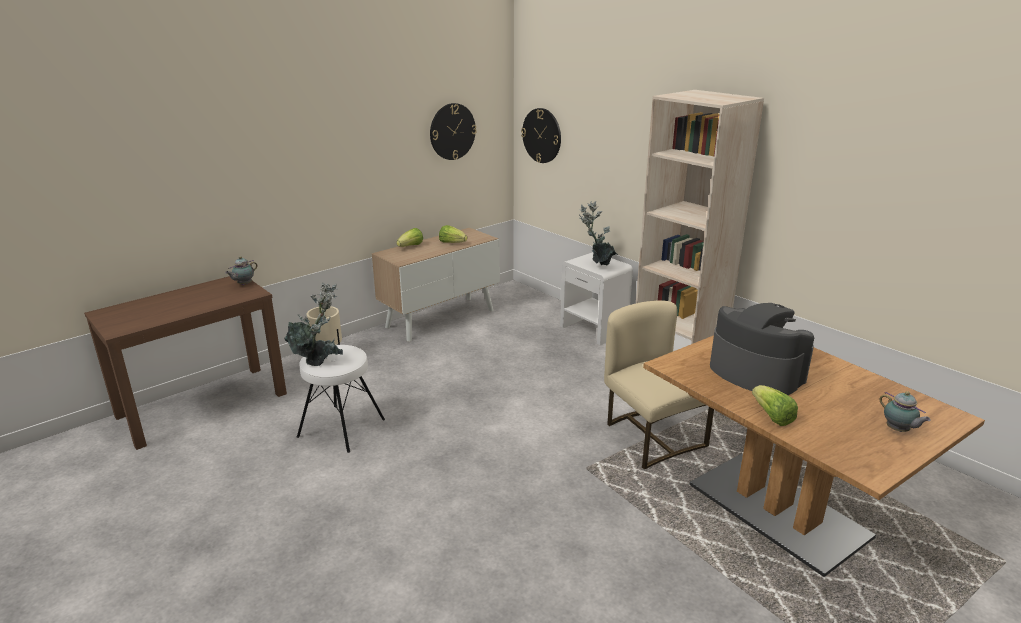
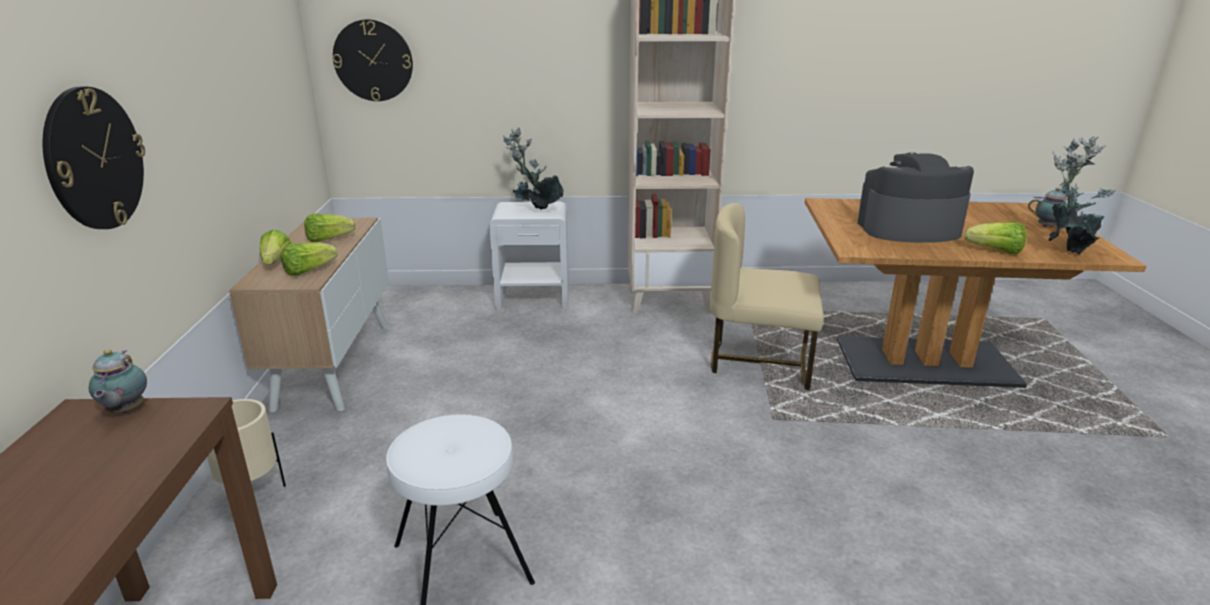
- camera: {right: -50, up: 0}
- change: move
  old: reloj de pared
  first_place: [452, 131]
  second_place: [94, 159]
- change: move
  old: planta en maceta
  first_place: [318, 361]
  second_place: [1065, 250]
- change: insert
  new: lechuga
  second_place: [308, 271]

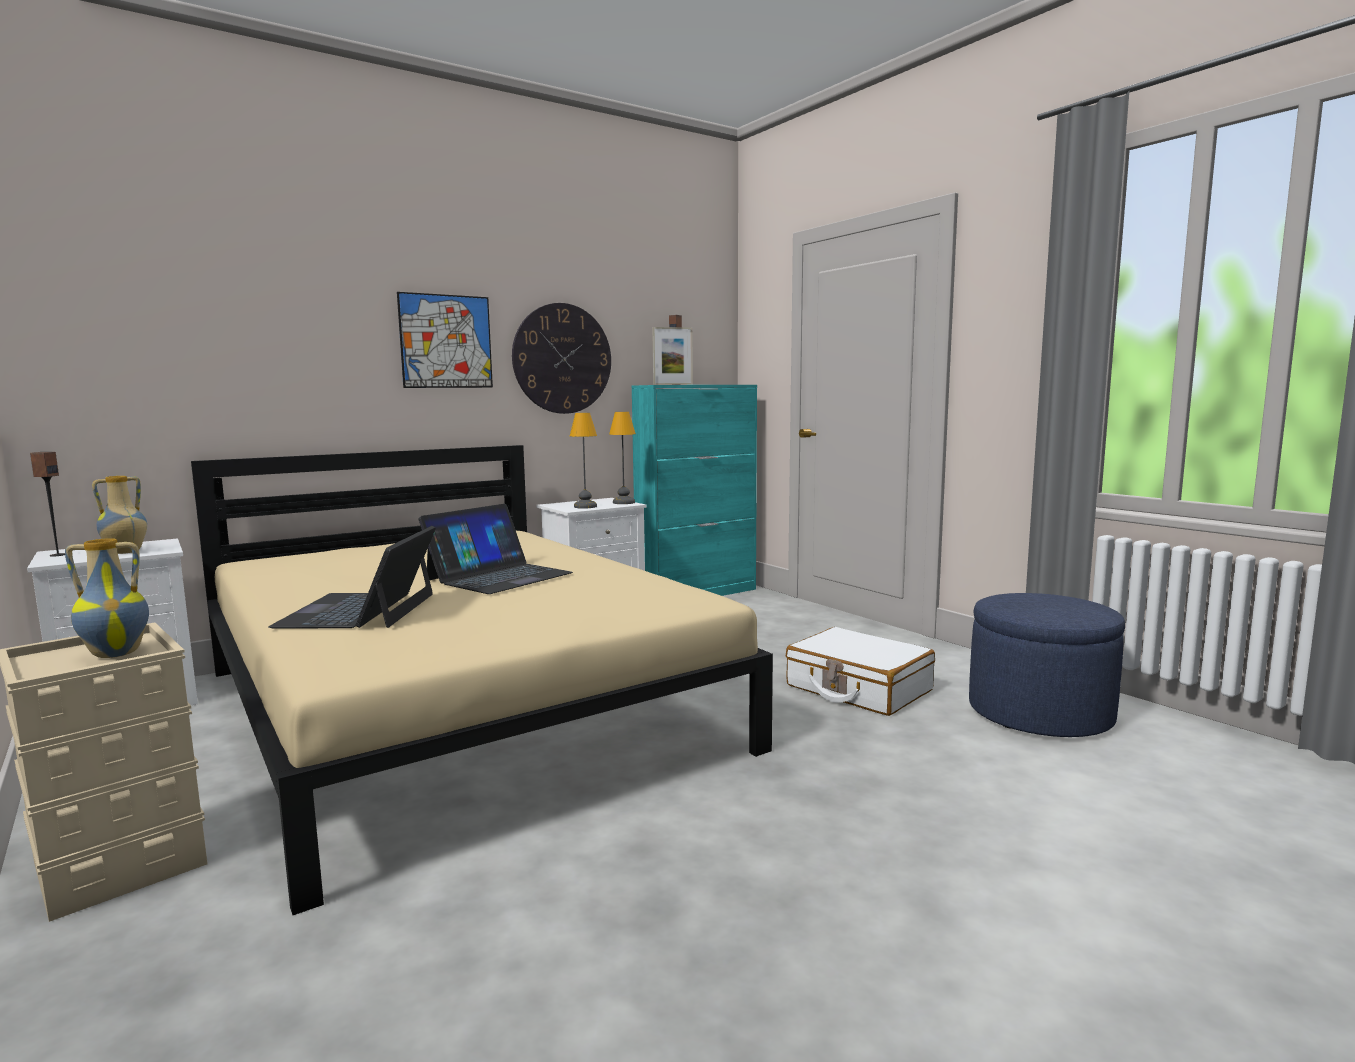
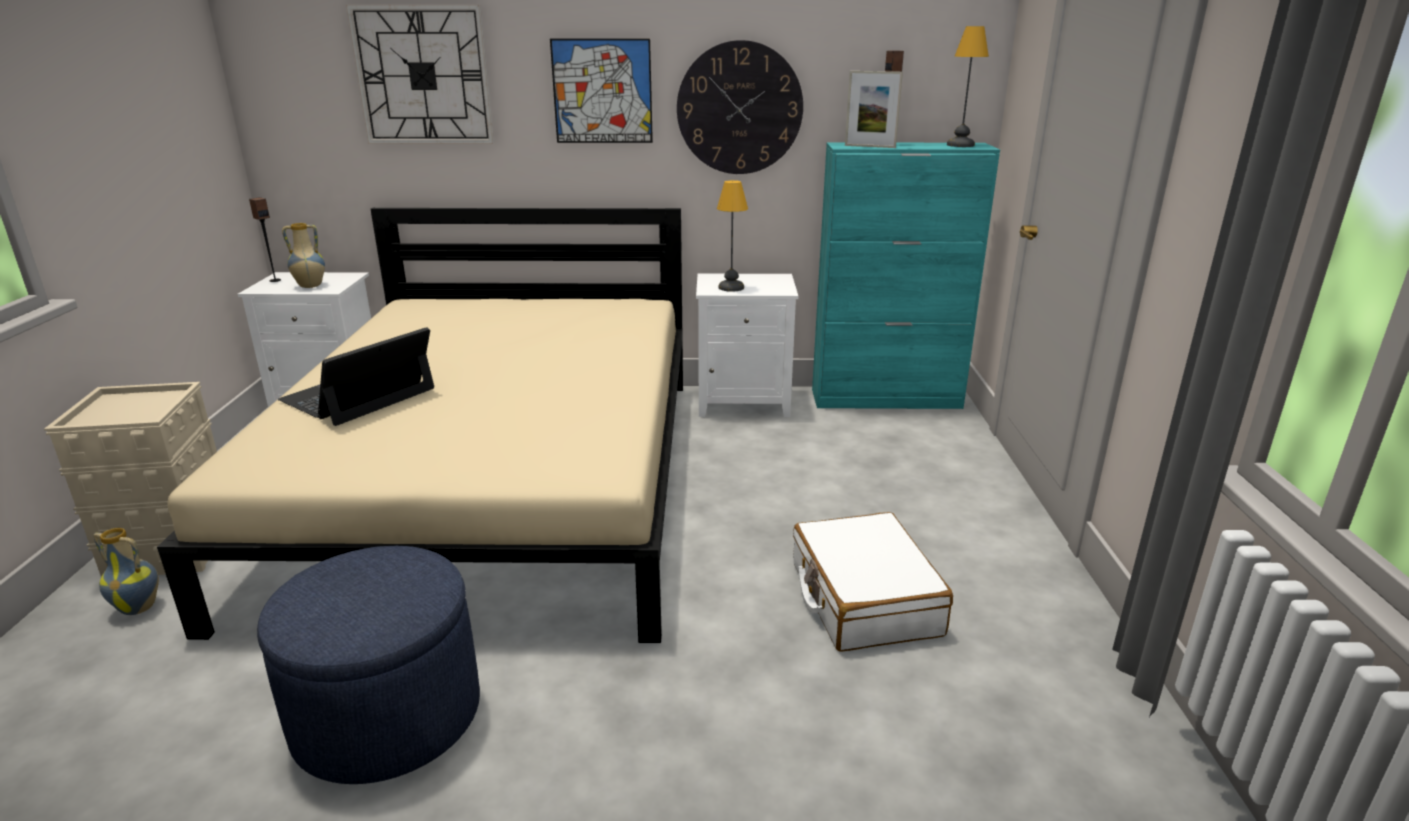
- camera: {right: 35, up: 15}
- change: move
  old: lámpara de mesa
  first_place: [623, 502]
  second_place: [959, 145]
- change: delete
  old: portátil
  first_place: [498, 576]
- change: move
  old: florero
  first_place: [117, 653]
  second_place: [140, 607]
- change: move
  old: puf [azul]
  first_place: [1039, 713]
  second_place: [388, 716]
- change: insert
  new: reloj de pared
  second_place: [423, 76]

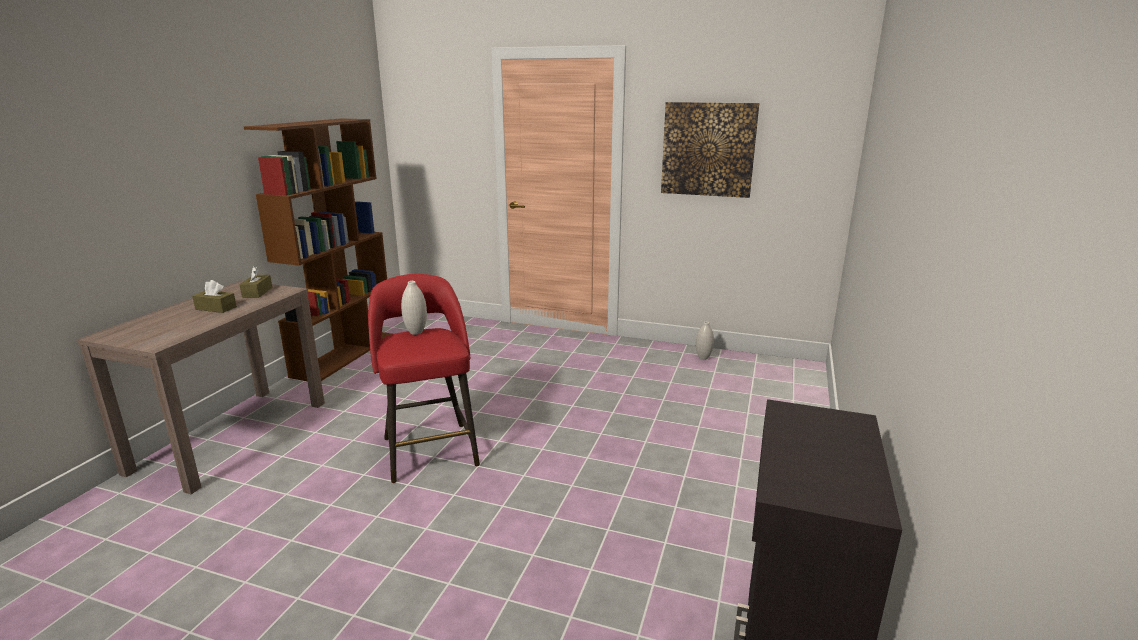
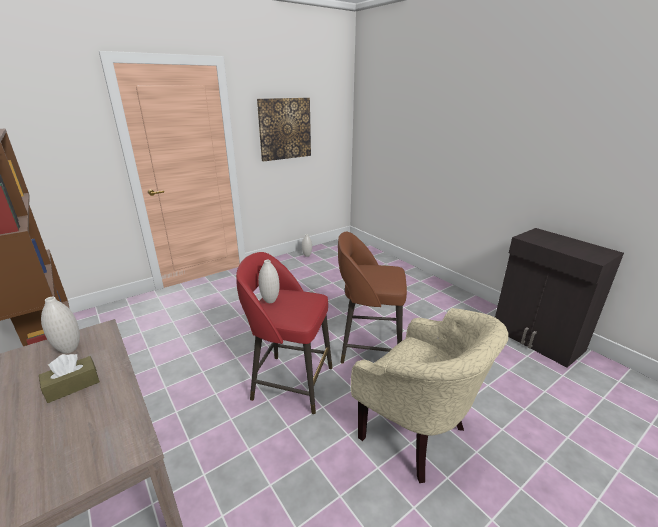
- camera: {right: -55, up: 5}
- change: replace
  old: caja de pañuelos [marrón]
  new: florero [blanco]
  first_place: [257, 292]
  second_place: [69, 349]
- change: insert
  new: taburete [marrón]
  second_place: [369, 346]
- change: insert
  new: sillón [beis]
  second_place: [418, 435]

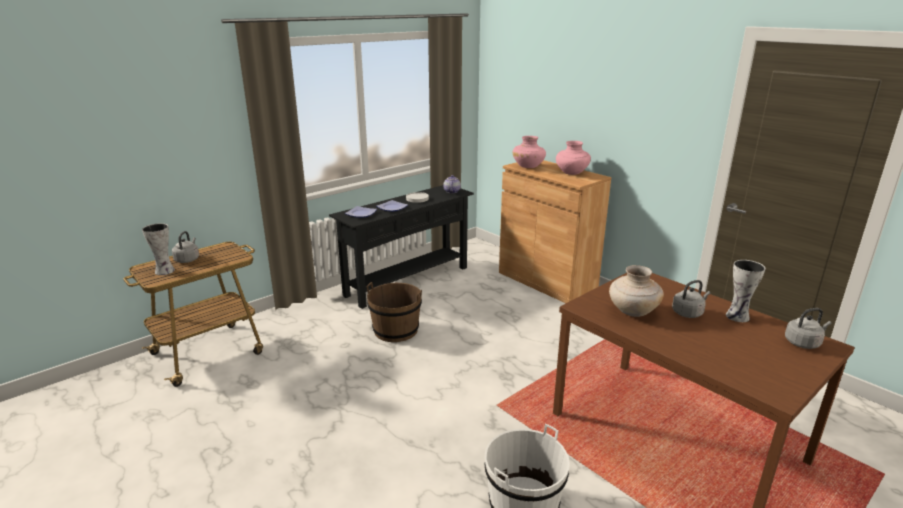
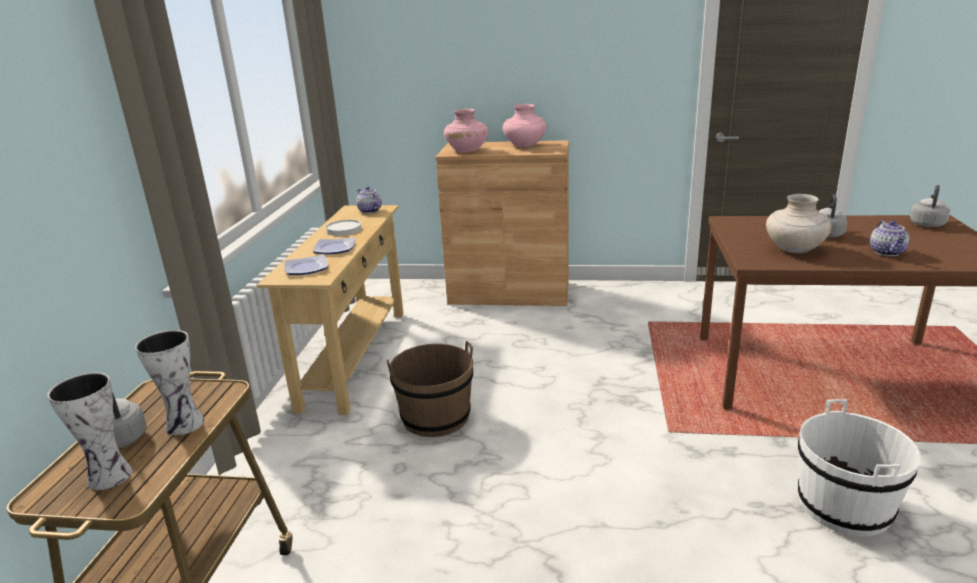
- camera: {right: -40, up: 0}
- change: recolor
  old: mesa consola [negro]
  new: mesa consola [beis]
  first_place: [407, 281]
  second_place: [354, 357]
- change: move
  old: florero
  first_place: [738, 316]
  second_place: [187, 423]
- change: insert
  new: tetera
  second_place: [888, 252]

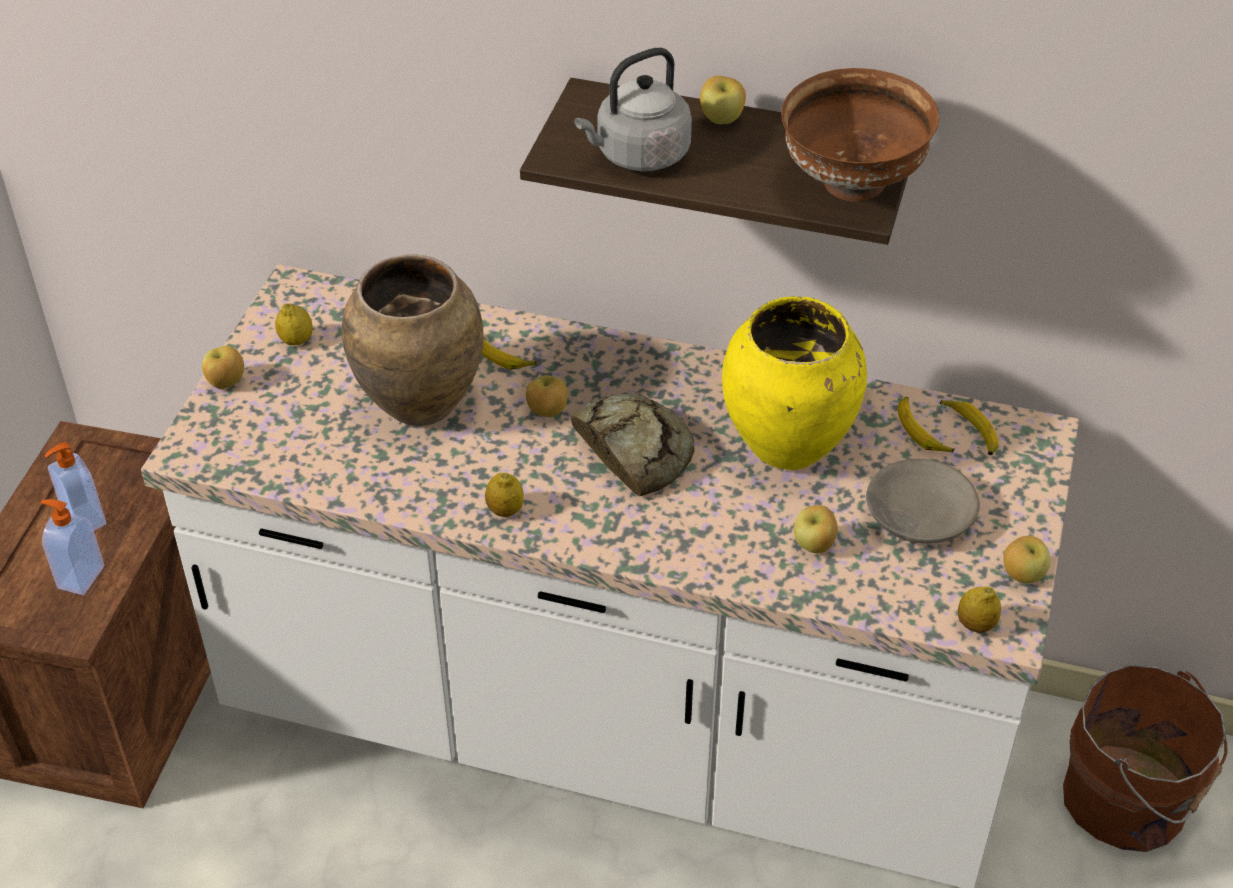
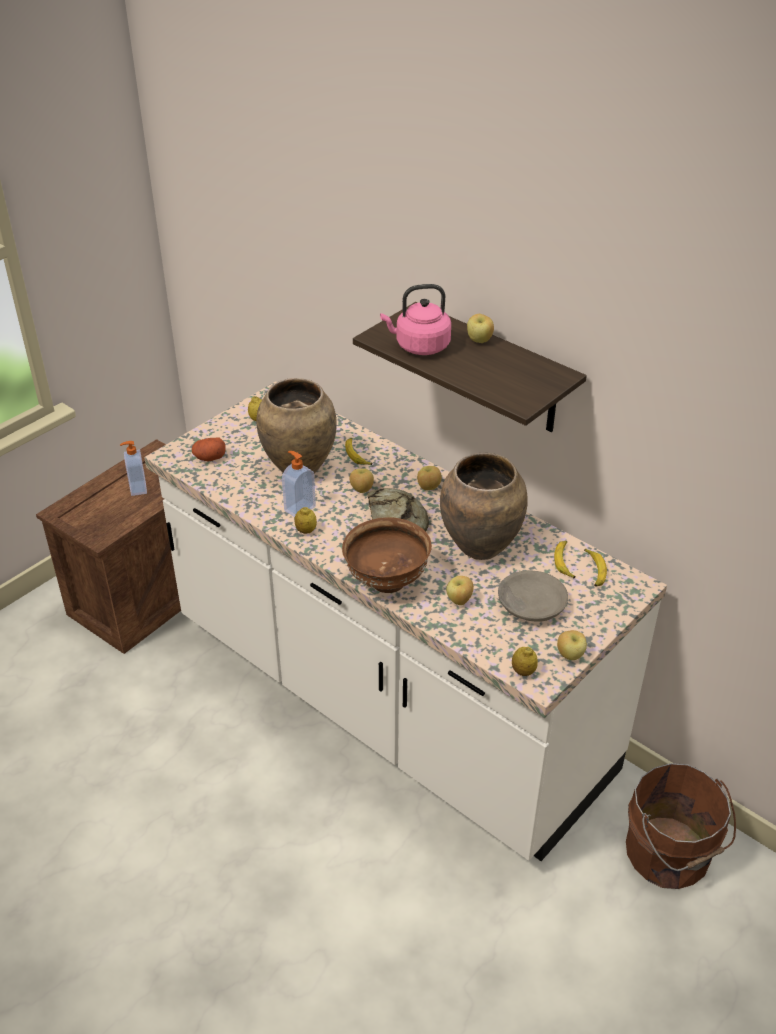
- camera: {right: 25, up: -5}
- change: recolor
  old: hervidor [gris]
  new: hervidor [rosa]
  first_place: [638, 156]
  second_place: [419, 346]
- change: move
  old: cuenco [marrón]
  first_place: [853, 186]
  second_place: [387, 582]
- change: recolor
  old: florero [amarillo]
  new: florero [marrón]
  first_place: [788, 446]
  second_place: [481, 546]
- change: move
  old: manzana
  first_place: [226, 383]
  second_place: [428, 488]
- change: move
  old: dispensador de jabón
  first_place: [79, 577]
  second_place: [299, 508]
- change: insert
  new: patata
  second_place: [209, 457]

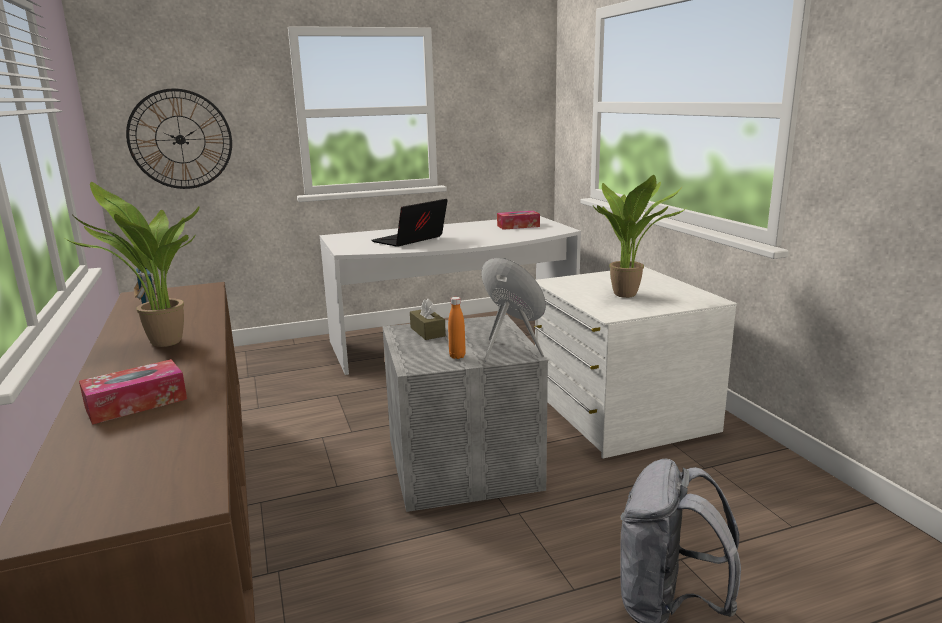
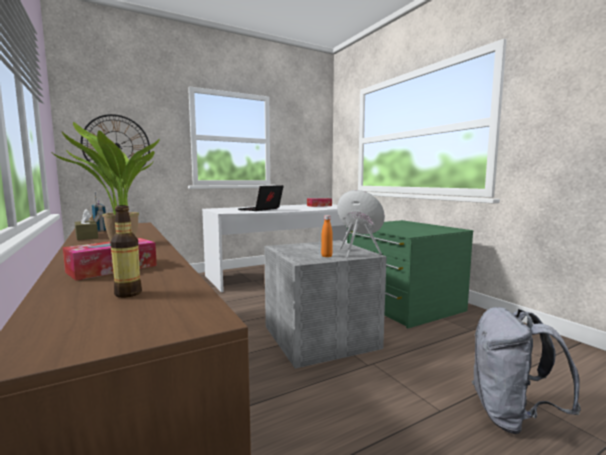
- camera: {right: -10, up: -10}
- change: delete
  old: planta en maceta
  first_place: [629, 295]
- change: recolor
  old: cómoda [blanco]
  new: cómoda [verde]
  first_place: [620, 412]
  second_place: [401, 304]
- change: move
  old: caja de pañuelos [marrón]
  first_place: [427, 332]
  second_place: [86, 237]
- change: insert
  new: botella
  second_place: [128, 294]

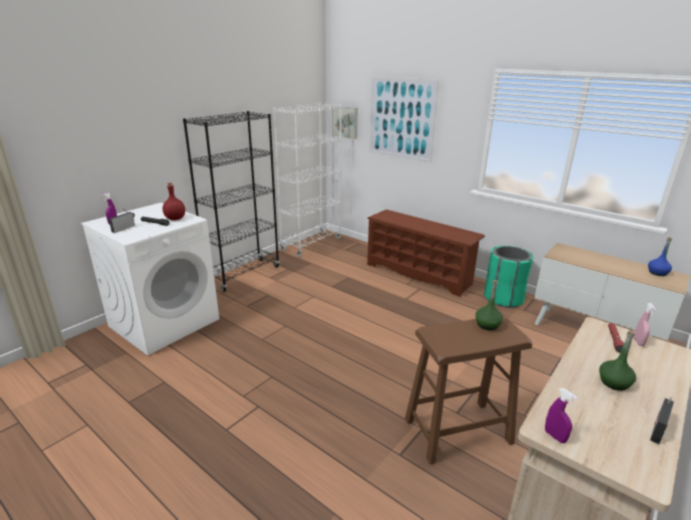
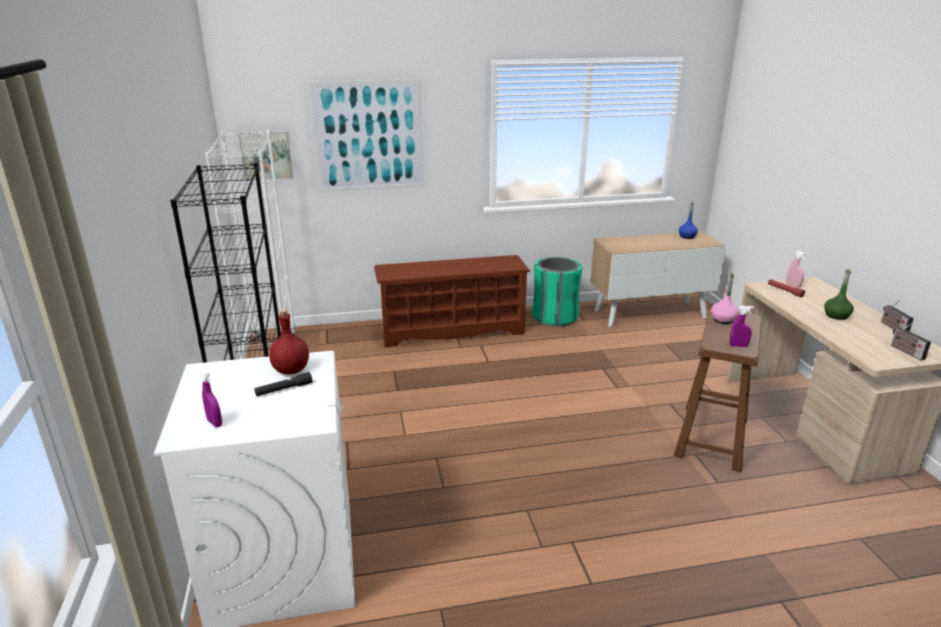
- camera: {right: -50, up: 0}
- change: move
  old: radio
  first_place: [124, 228]
  second_place: [905, 351]
- change: recolor
  old: botella [verde]
  new: botella [rosa]
  first_place: [487, 325]
  second_place: [723, 320]
- change: move
  old: pulverizador [morado]
  first_place: [555, 436]
  second_place: [738, 346]

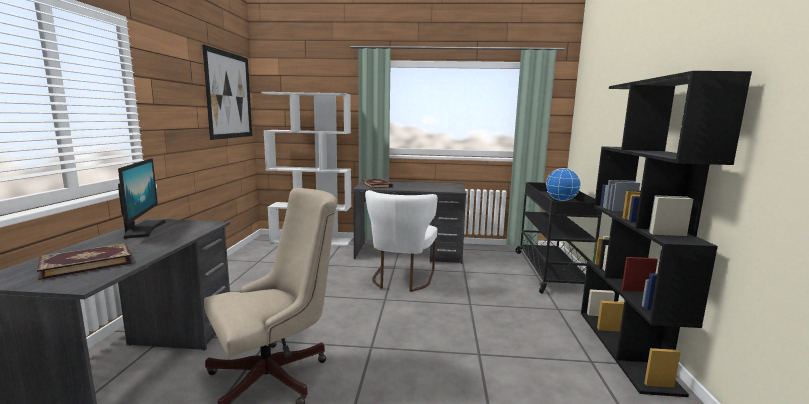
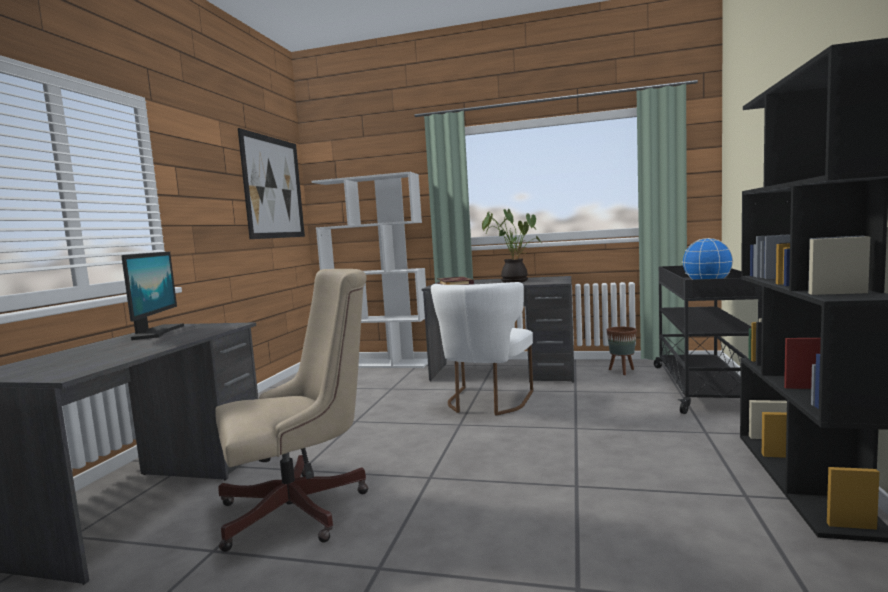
- camera: {right: 10, up: -5}
- change: delete
  old: libro
  first_place: [87, 263]
- change: insert
  new: planta en maceta
  second_place: [514, 281]
- change: insert
  new: maceta [marrón]
  second_place: [622, 371]

